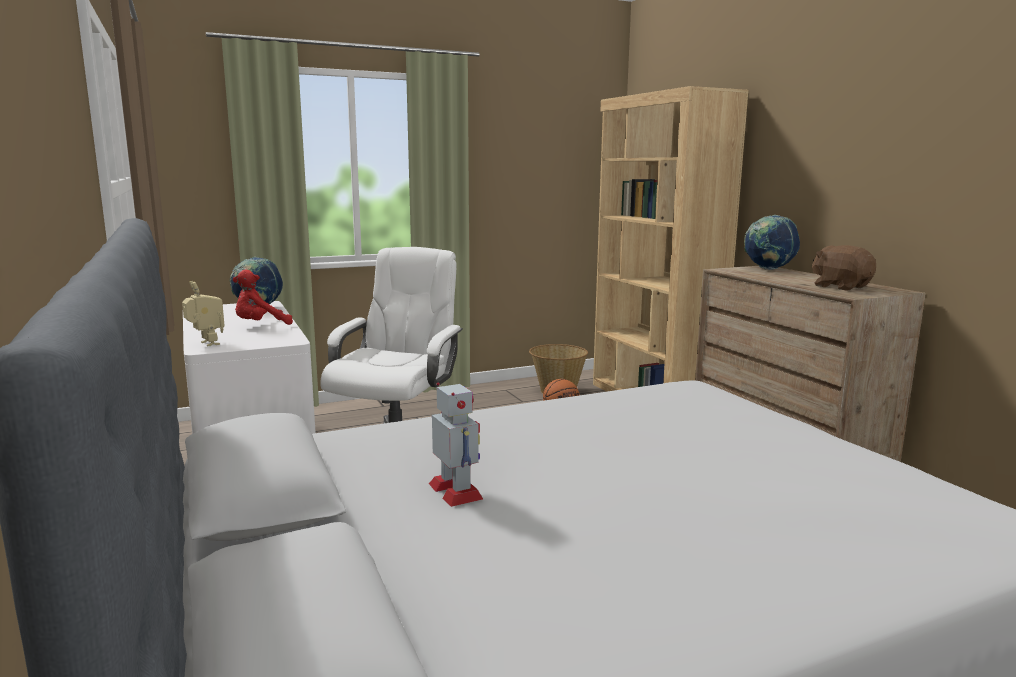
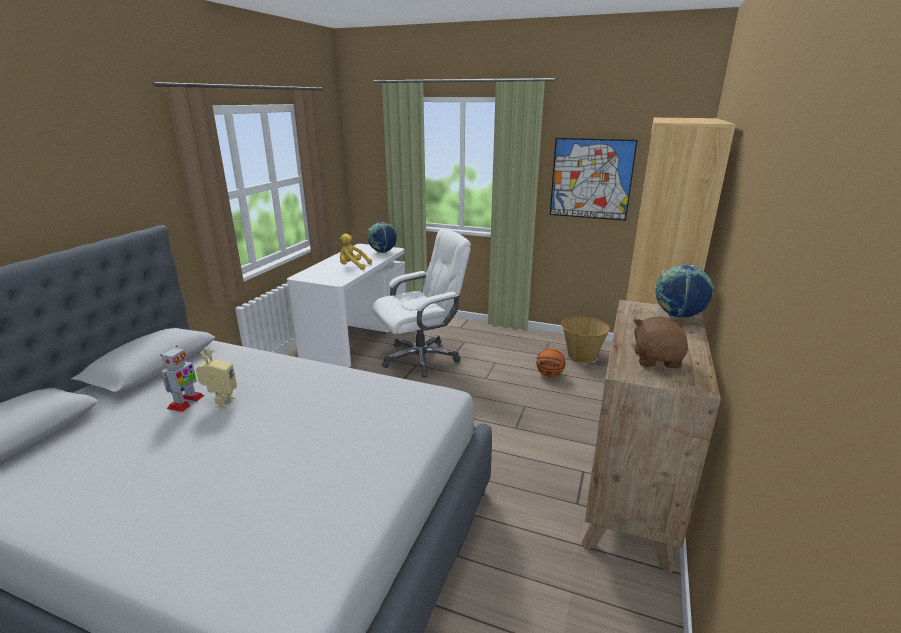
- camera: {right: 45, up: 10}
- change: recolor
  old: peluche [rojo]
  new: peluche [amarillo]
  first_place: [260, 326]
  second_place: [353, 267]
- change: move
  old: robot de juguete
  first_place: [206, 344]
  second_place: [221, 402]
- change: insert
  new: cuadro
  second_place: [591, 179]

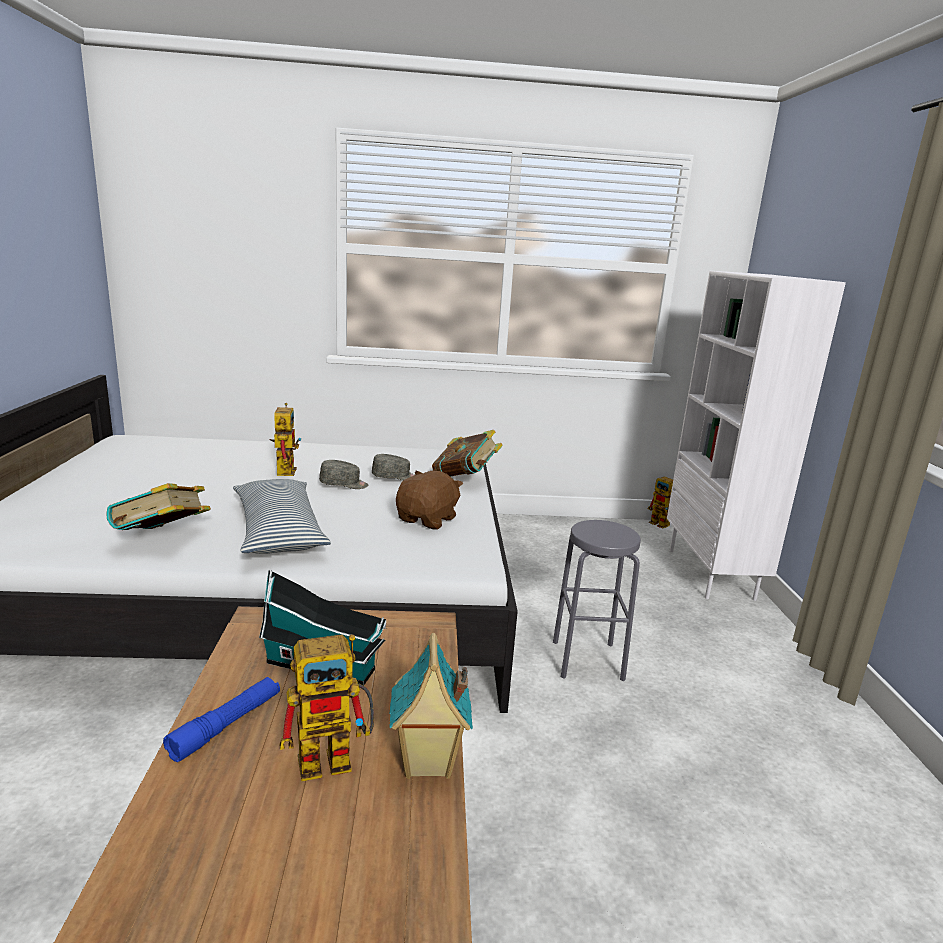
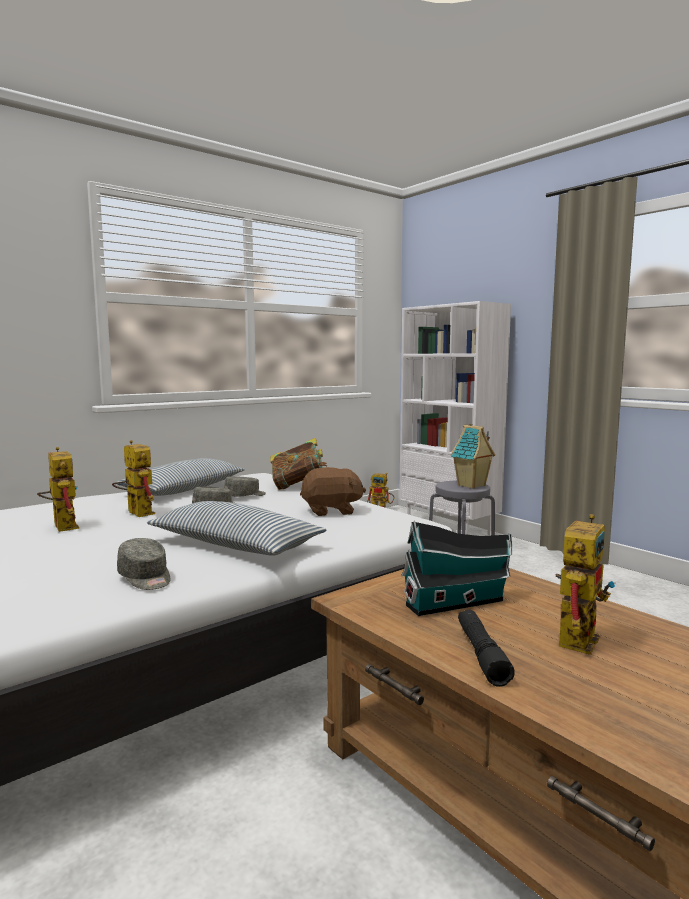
- camera: {right: -35, up: -10}
- change: rotate
  old: peluche [marrón]
  first_place: [428, 520]
  second_place: [331, 511]
  degrees: 90
- change: replace
  old: libro
  new: gorra [gris]
  first_place: [163, 539]
  second_place: [145, 578]
- change: move
  old: casita
  first_place: [427, 763]
  second_place: [472, 485]
- change: recolor
  old: linterna [azul]
  new: linterna [negro]
  first_place: [227, 725]
  second_place: [481, 654]
- change: insert
  new: robot de juguete
  second_place: [61, 525]
- change: insert
  new: cojín
  second_place: [184, 489]

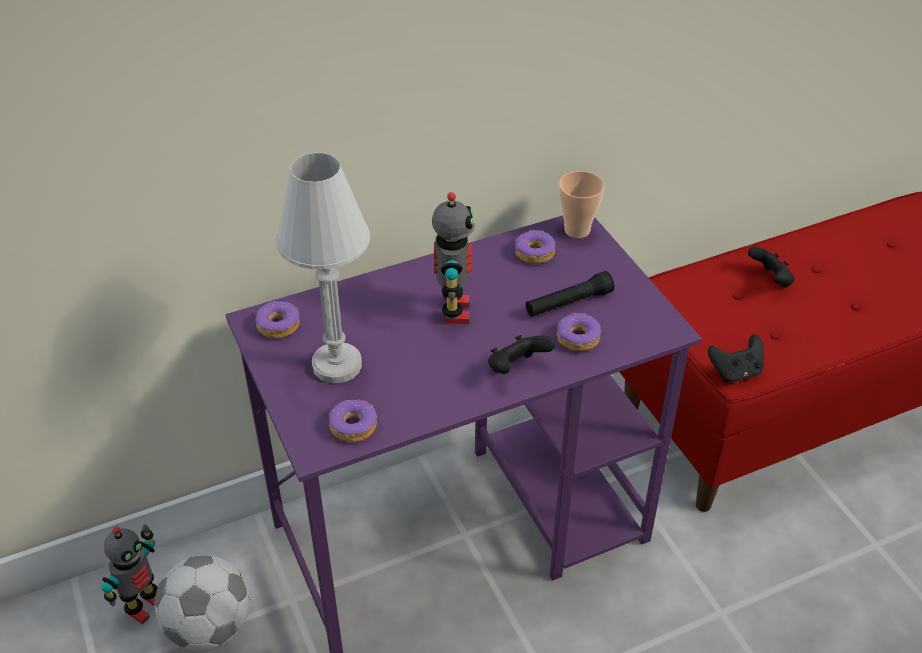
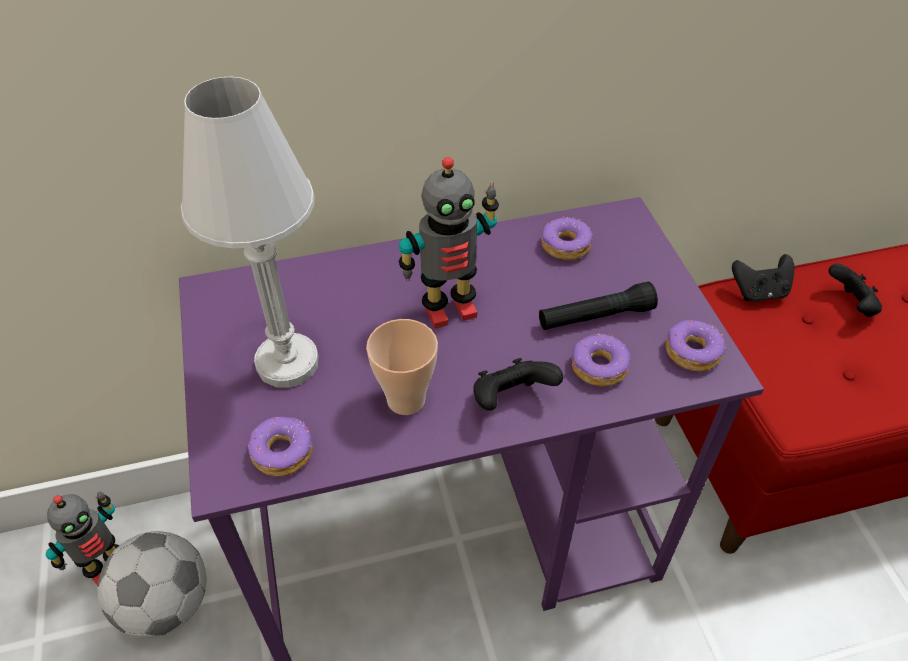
- camera: {right: 10, up: 5}
- change: move
  old: taza
  first_place: [577, 230]
  second_place: [406, 400]
- change: rotate
  old: robot de juguete
  first_place: [453, 311]
  second_place: [449, 309]
  degrees: 60
- change: move
  old: rosquilla
  first_place: [278, 325]
  second_place: [691, 352]
- change: move
  old: mando de consola [negro]
  first_place: [735, 372]
  second_place: [759, 292]

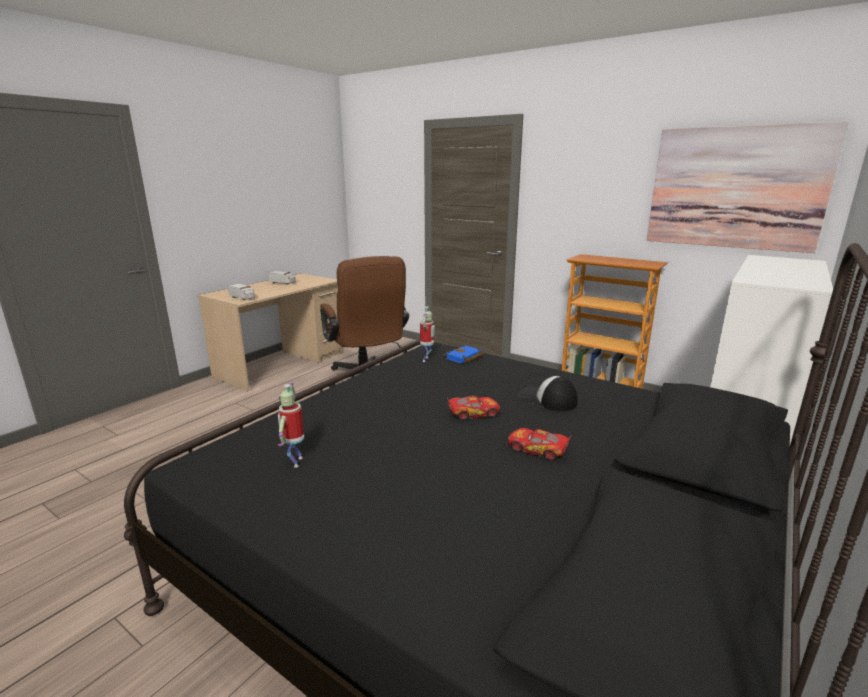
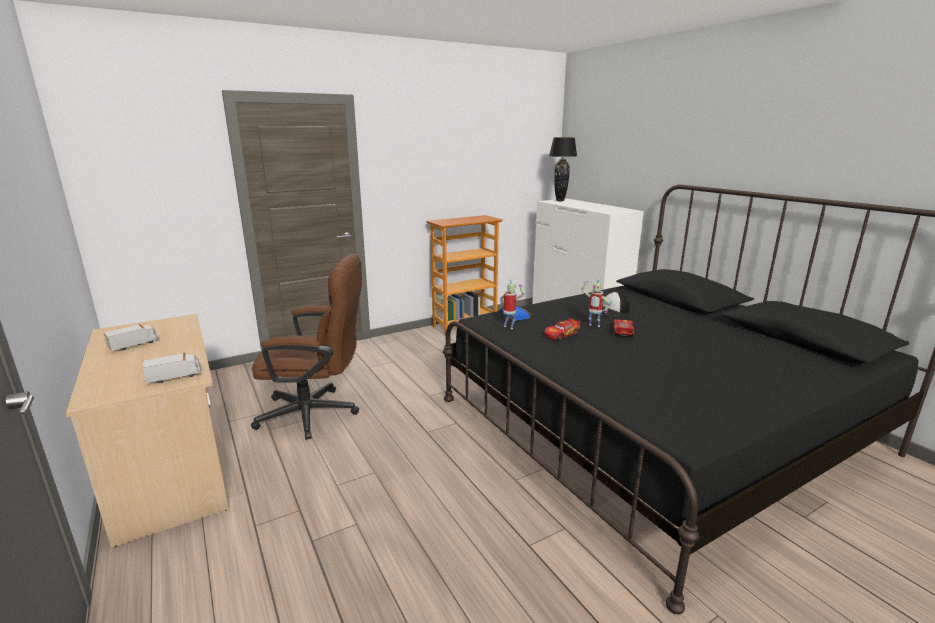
- camera: {right: -65, up: 0}
- change: delete
  old: cuadro
  first_place: [735, 188]
- change: move
  old: robot de juguete
  first_place: [295, 461]
  second_place: [593, 326]
- change: move
  old: coche de juguete
  first_place: [537, 449]
  second_place: [561, 334]
- change: insert
  new: lámpara de mesa [negro]
  second_place: [560, 200]

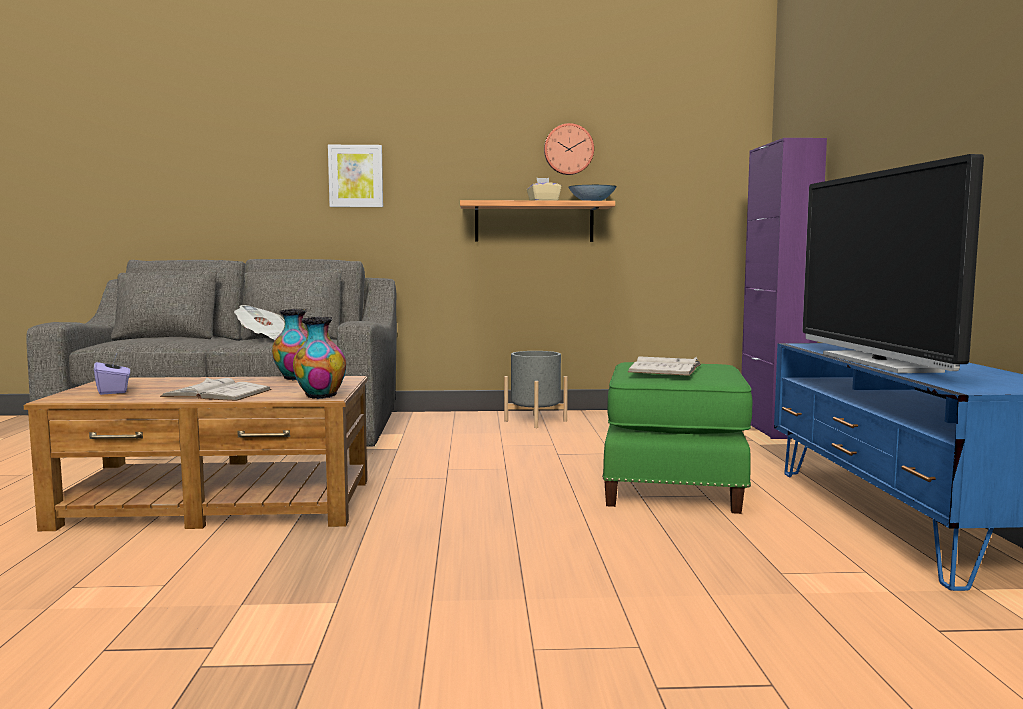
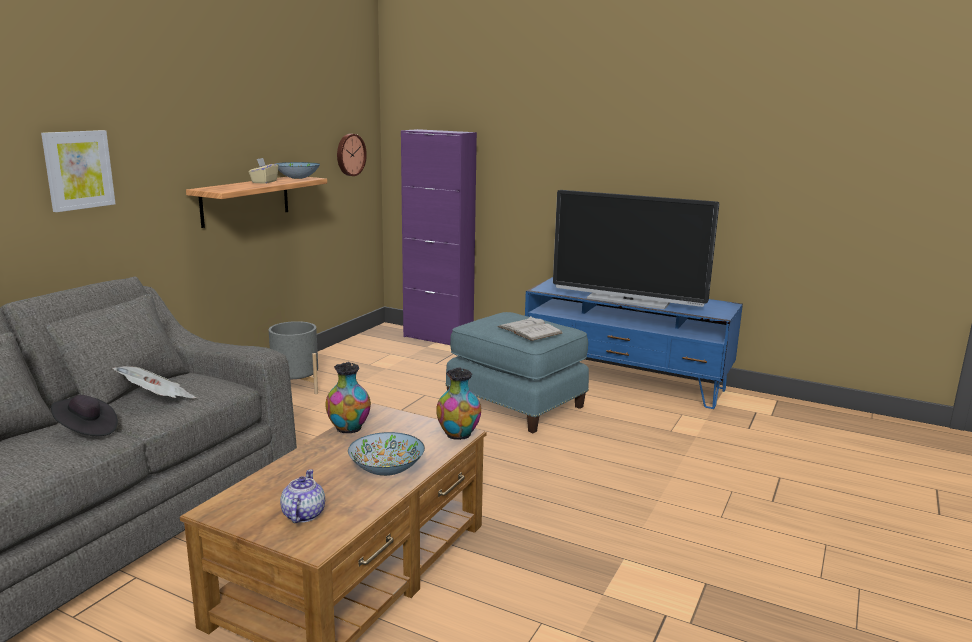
- camera: {right: -60, up: 10}
- change: move
  old: reloj de pared
  first_place: [568, 149]
  second_place: [350, 154]
- change: replace
  old: caja de pañuelos [morado]
  new: tetera
  first_place: [113, 391]
  second_place: [303, 515]
- change: recolor
  old: puf [verde]
  new: puf [azul]
  first_place: [674, 485]
  second_place: [517, 403]
- change: replace
  old: libro [blanco]
  new: cuenco
  first_place: [217, 393]
  second_place: [387, 469]
- change: insert
  new: sombrero [negro]
  second_place: [86, 430]

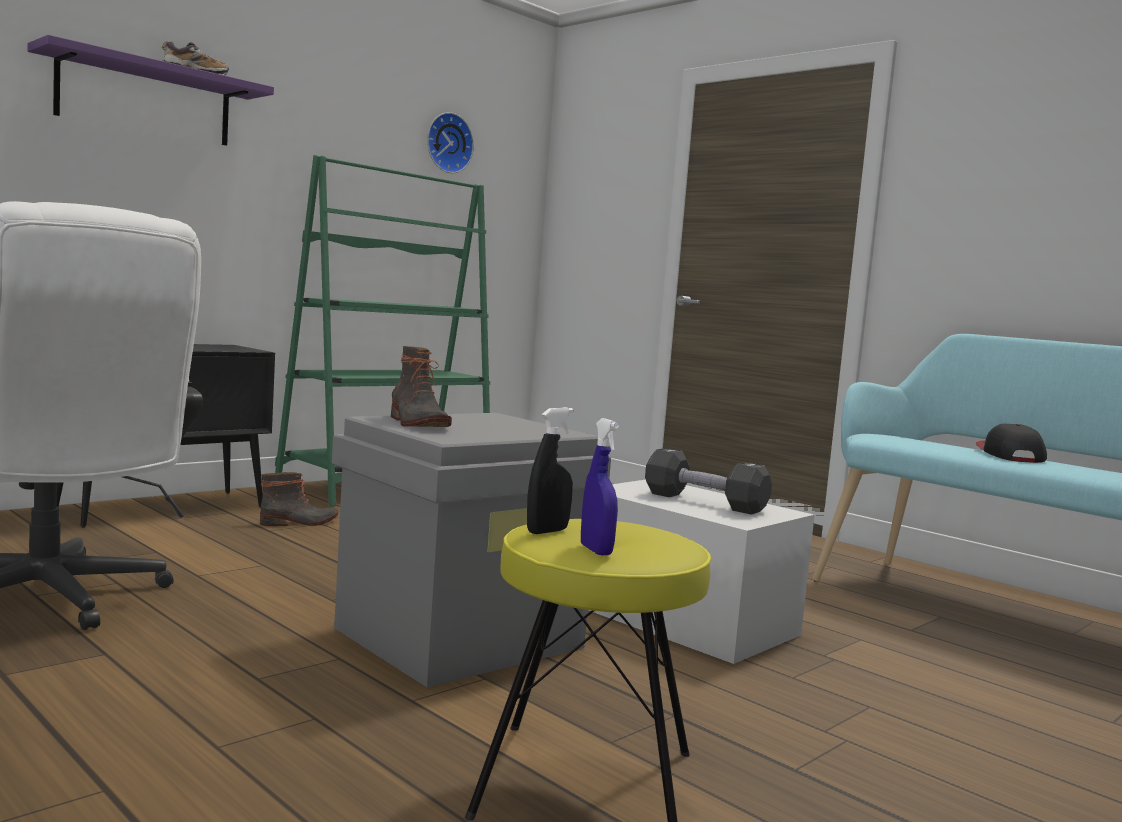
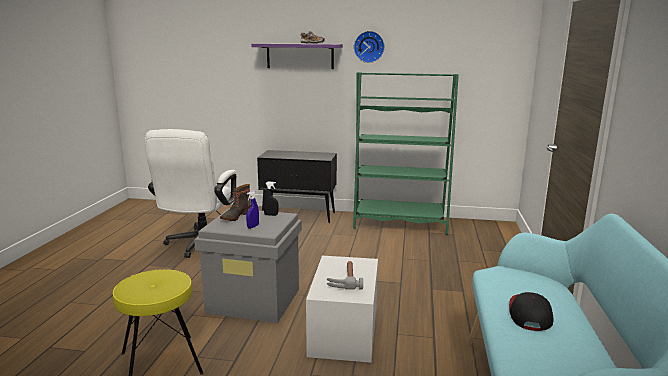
- camera: {right: 55, up: 10}
- change: move
  old: reloj de pared
  first_place: [447, 143]
  second_place: [369, 46]
- change: move
  old: pulverizador [negro]
  first_place: [547, 531]
  second_place: [271, 215]
- change: move
  old: pulverizador [azul]
  first_place: [596, 550]
  second_place: [253, 227]
- change: rotate
  old: gorra
  first_place: [1009, 455]
  second_place: [529, 314]
  degrees: -45
- change: replace
  old: mancuerna [negro]
  new: martillo
  first_place: [704, 502]
  second_place: [344, 279]
- change: delete
  old: bota
  first_place: [299, 522]

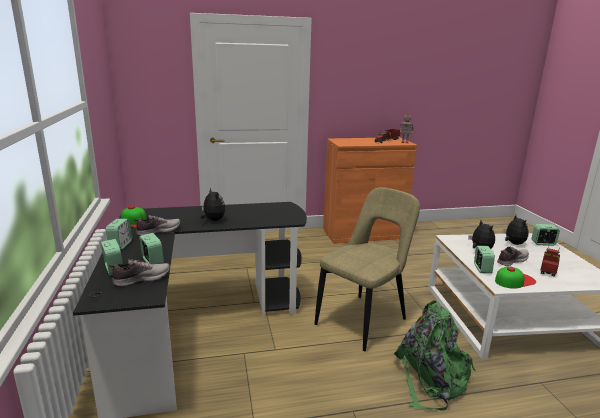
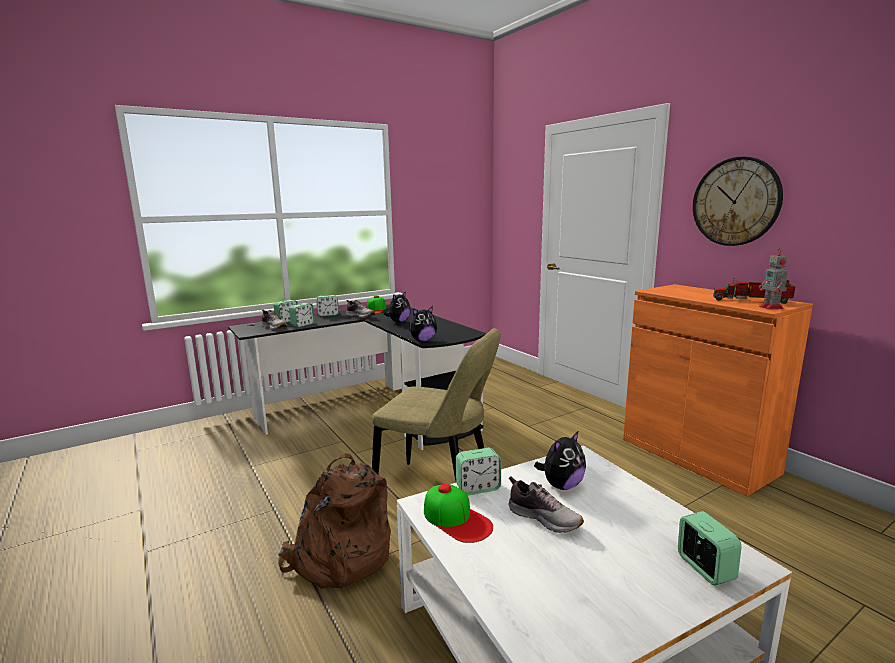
- camera: {right: 70, up: -5}
- change: move
  old: peluche
  first_place: [513, 243]
  second_place: [423, 341]
- change: delete
  old: camión de juguete
  first_place: [549, 267]
- change: recolor
  old: mochila [verde]
  new: mochila [marrón]
  first_place: [431, 379]
  second_place: [339, 557]
- change: insert
  new: reloj de pared
  second_place: [736, 202]

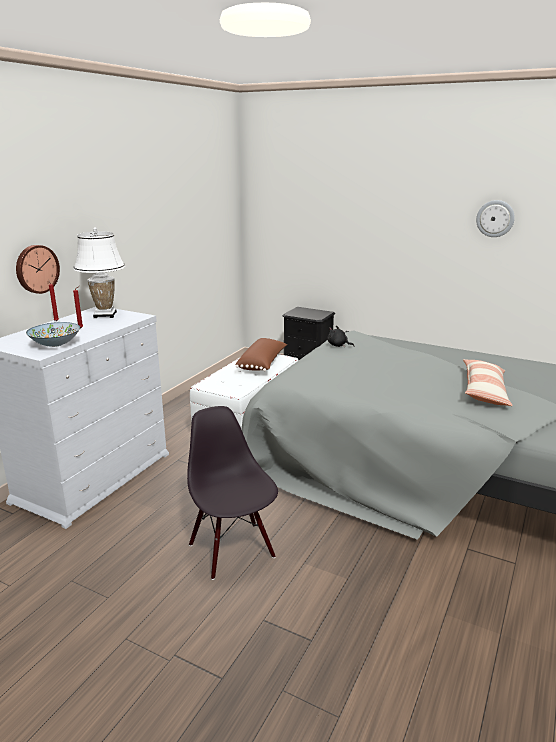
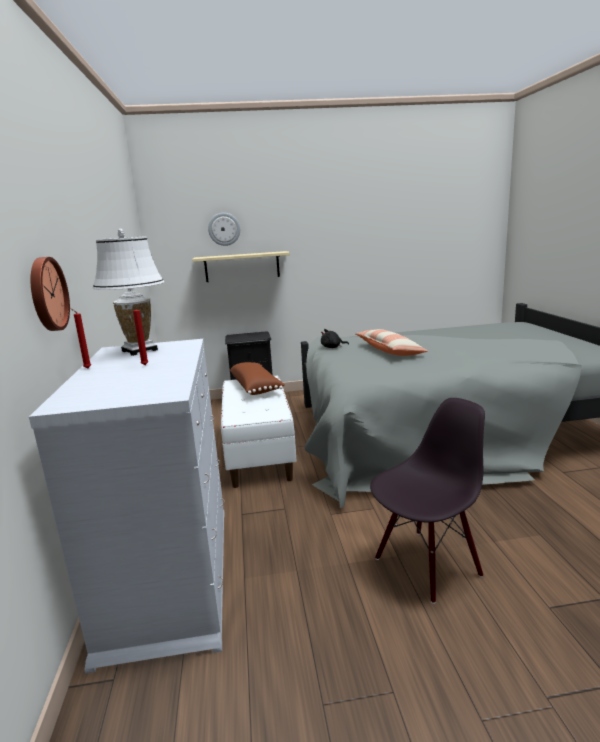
- camera: {right: -35, up: -5}
- change: move
  old: reloj de pared
  first_place: [495, 218]
  second_place: [224, 229]
- change: delete
  old: cuenco
  first_place: [55, 344]
- change: move
  old: cojín
  first_place: [484, 391]
  second_place: [389, 351]
- change: rotate
  old: silla [negro]
  first_place: [232, 550]
  second_place: [426, 565]
  degrees: 120
- change: insert
  new: estante [beis]
  second_place: [242, 266]

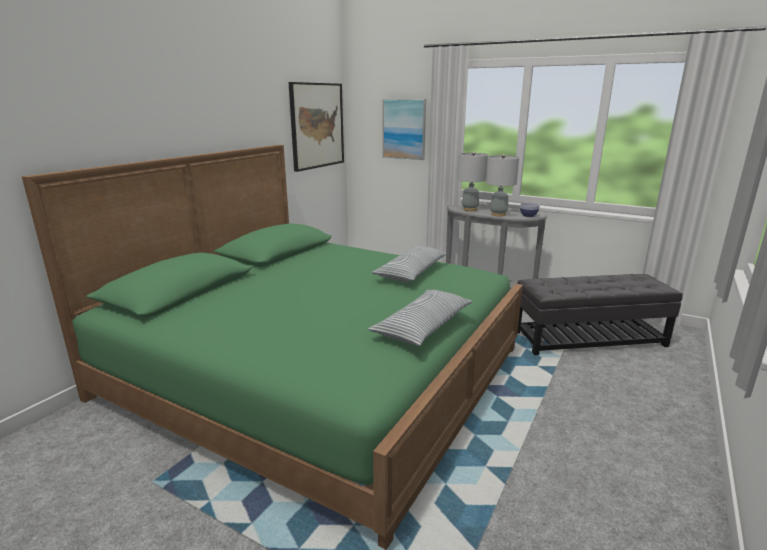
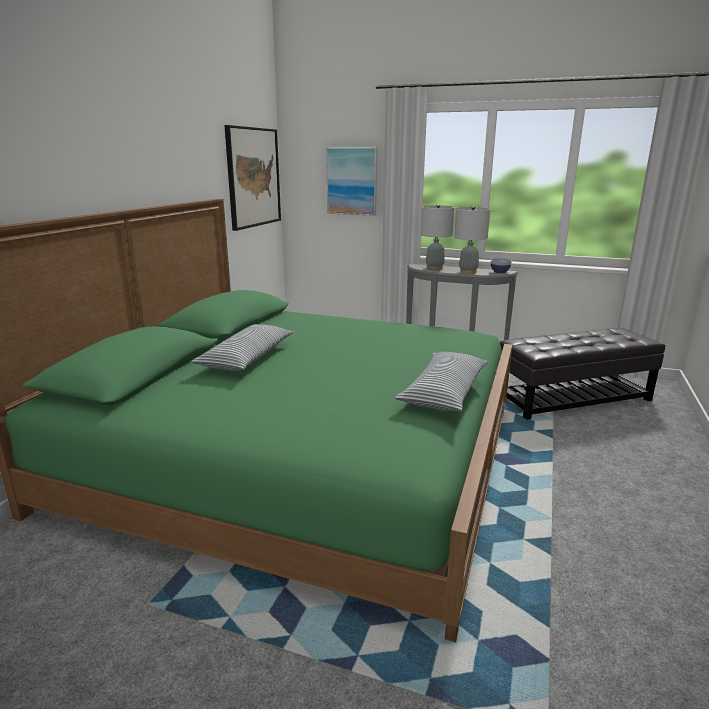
- camera: {right: -10, up: 0}
- change: move
  old: cojín
  first_place: [411, 272]
  second_place: [247, 358]

